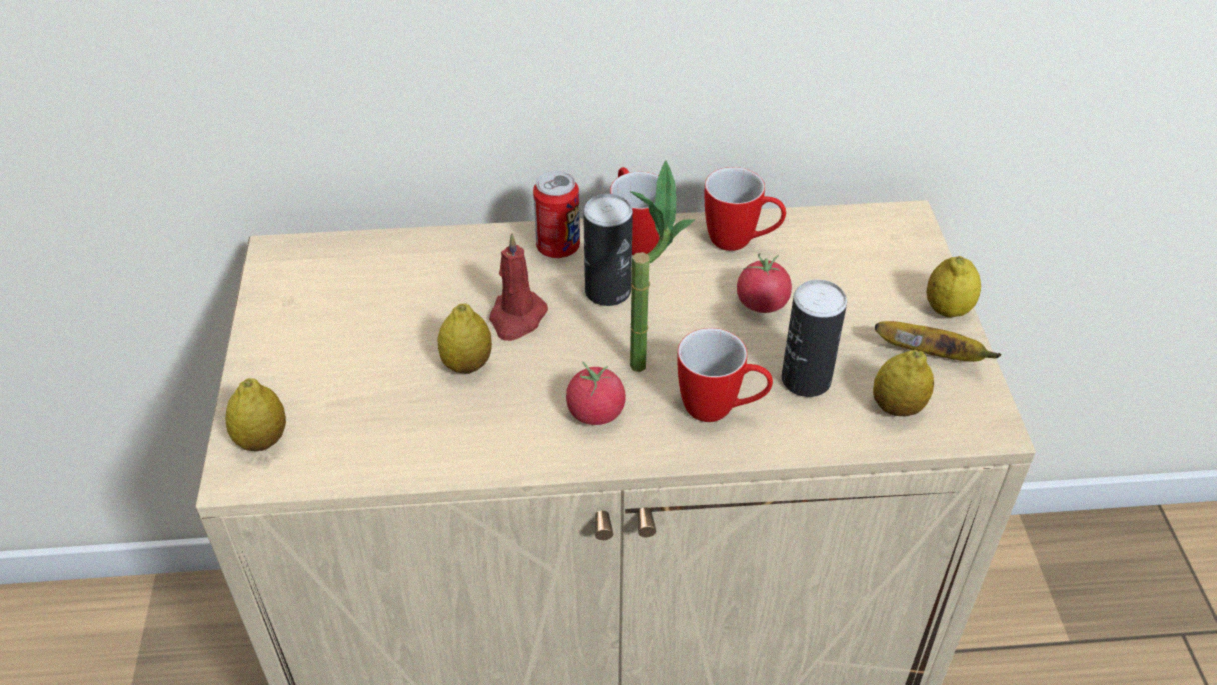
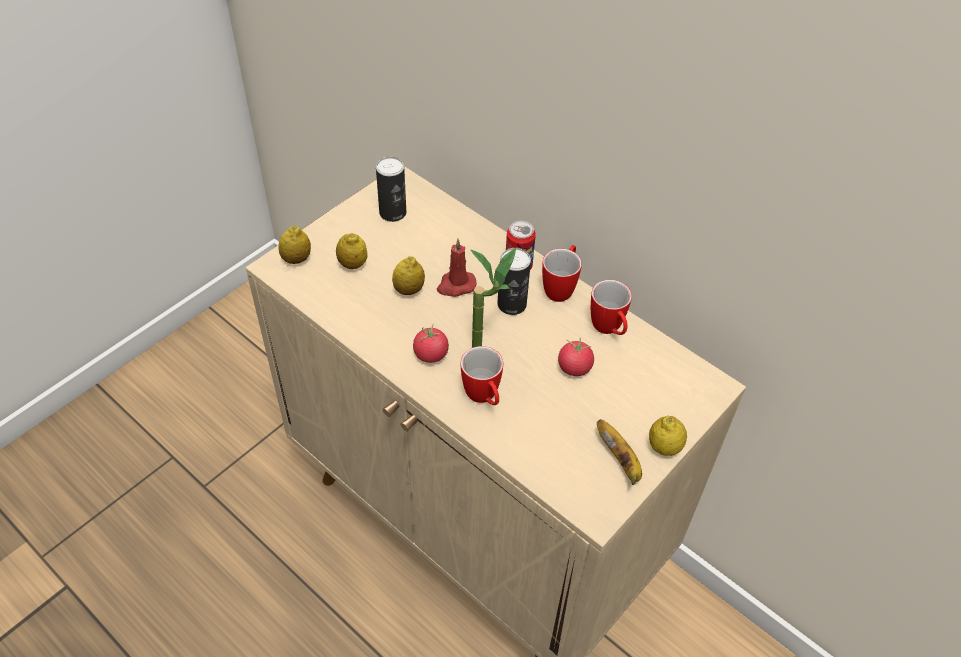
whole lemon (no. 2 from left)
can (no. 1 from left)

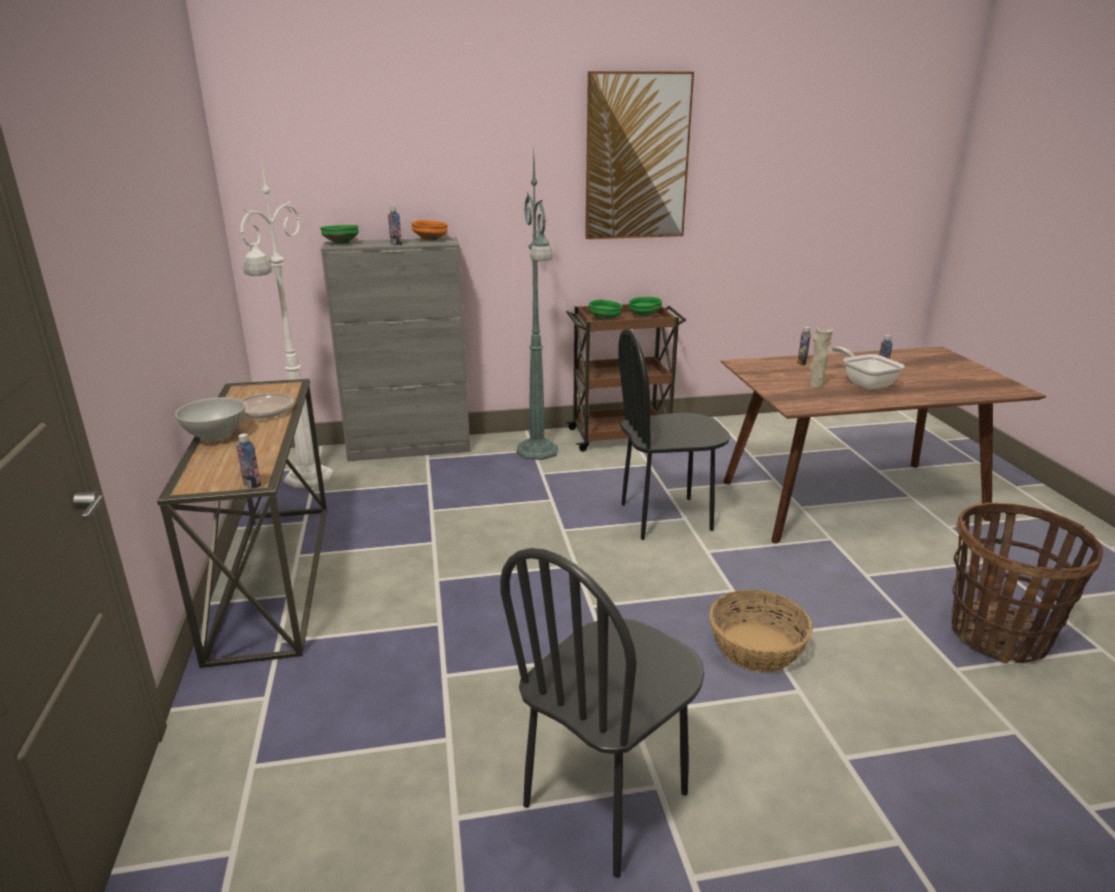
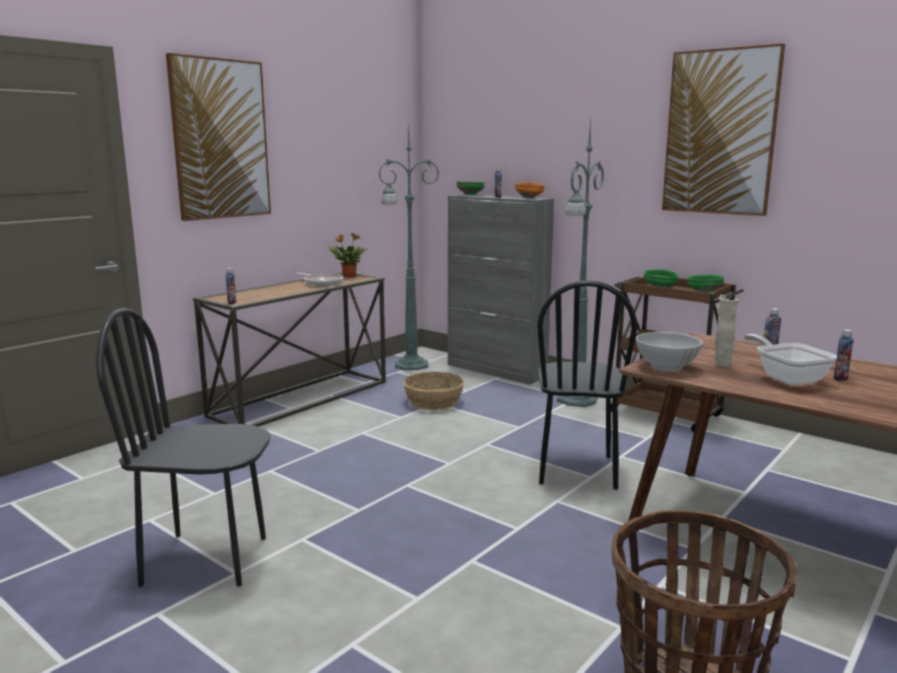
wall art (no. 1 from left)
potted plant
green-coloured floor lamp (no. 1 from left)
basket (no. 1 from left)
black-coloured chair (no. 2 from left)
white deep dish
frying pan (no. 2 from left)

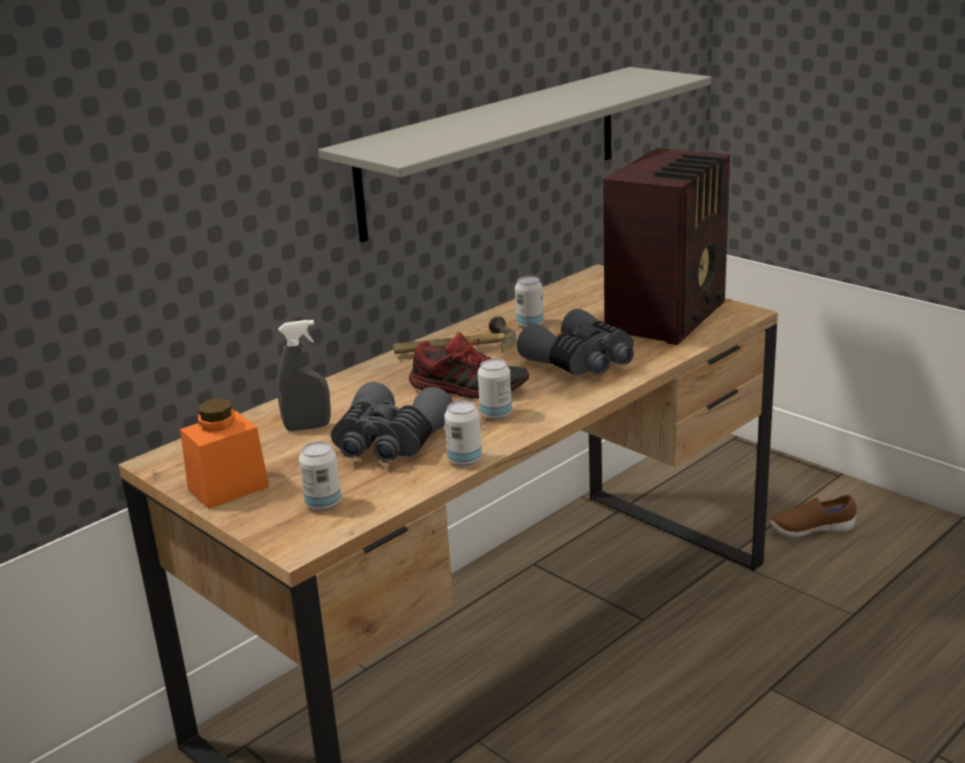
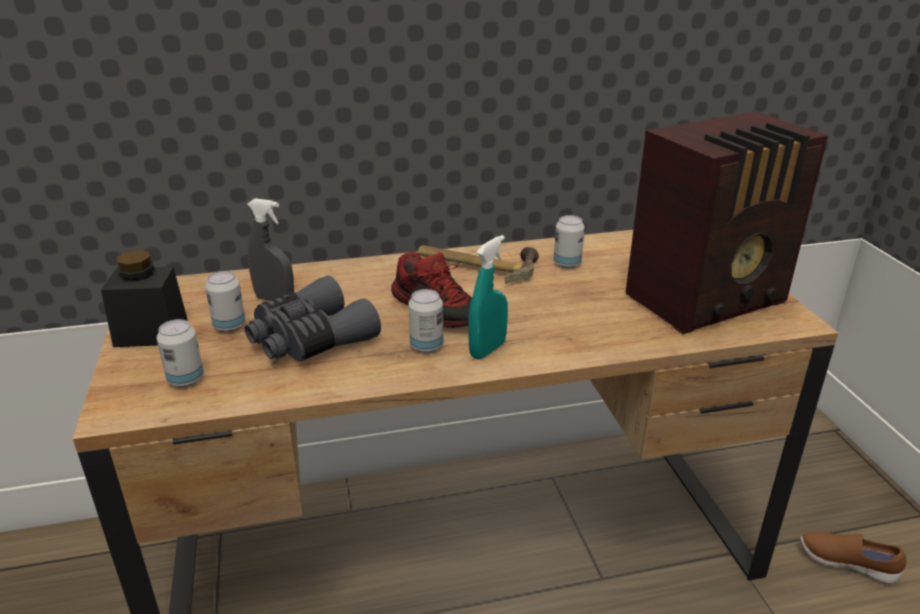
black-coloured preserve jar
can (no. 2 from left)
turquoise spray bottle
gray shelf
gray field glasses (no. 2 from left in the first image)

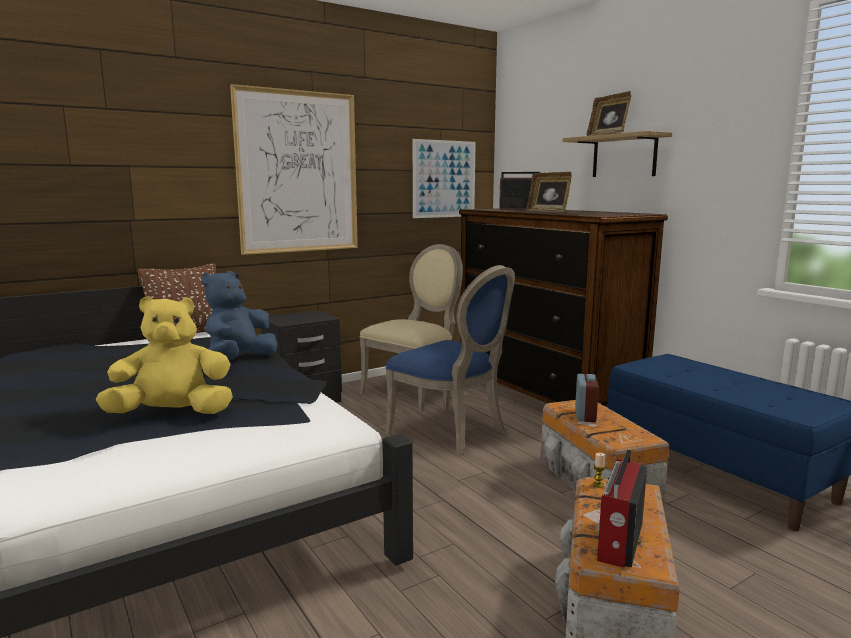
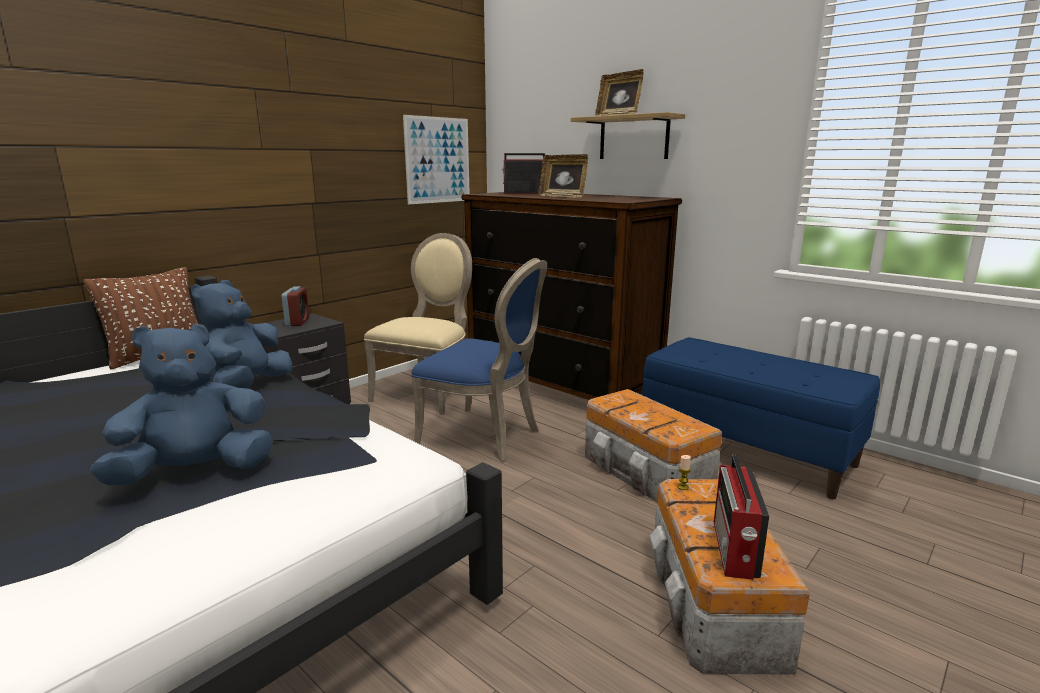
bluish plush toy (no. 1 from left)
alarm clock
wall art (no. 1 from left in the first image)

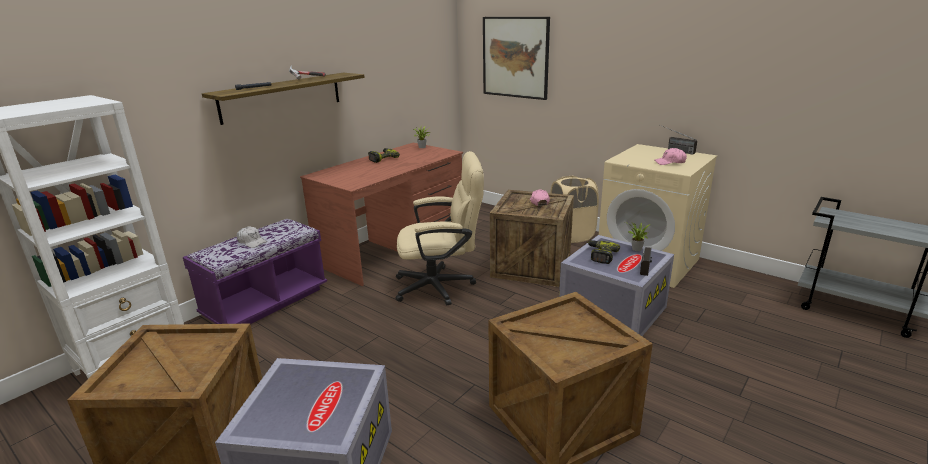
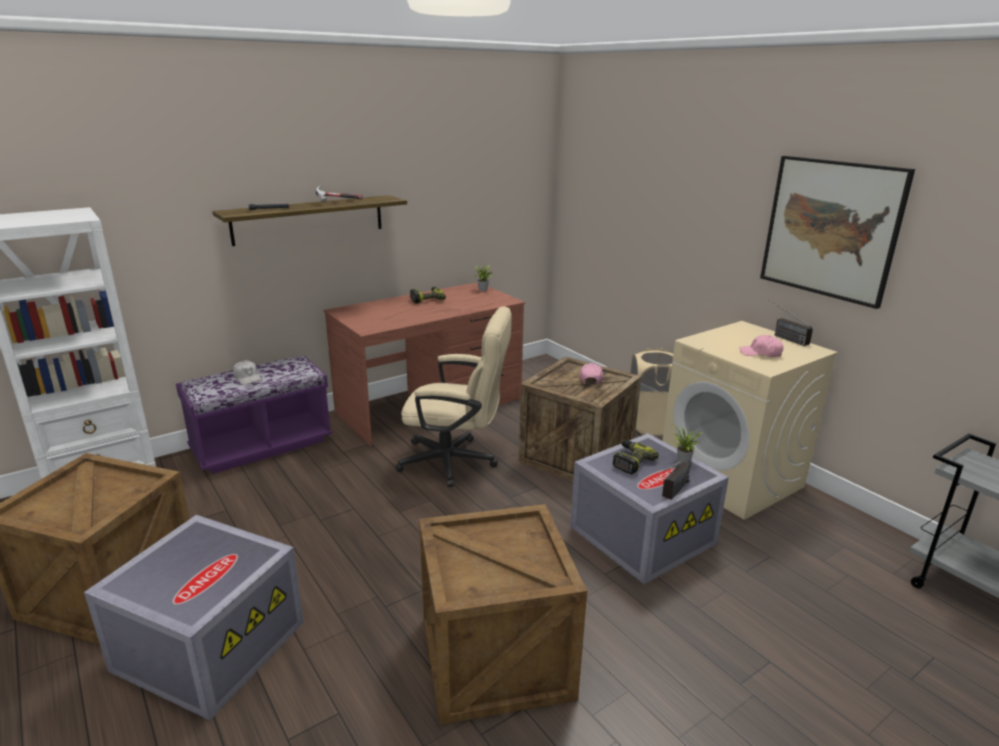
wall art

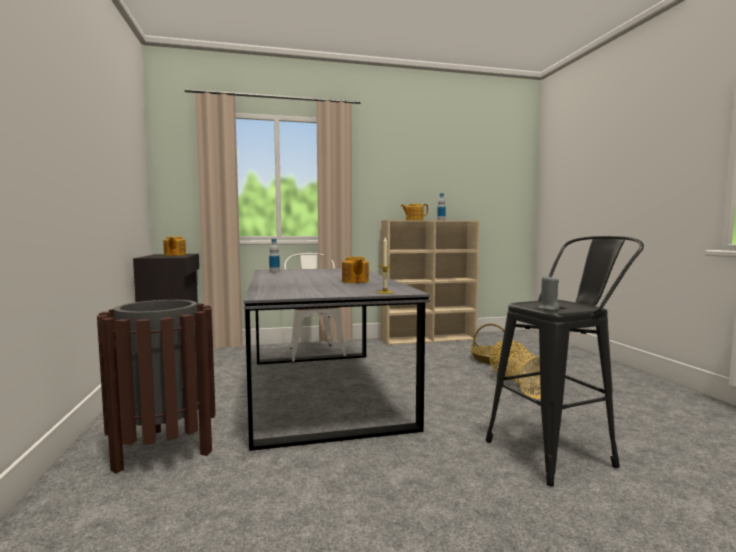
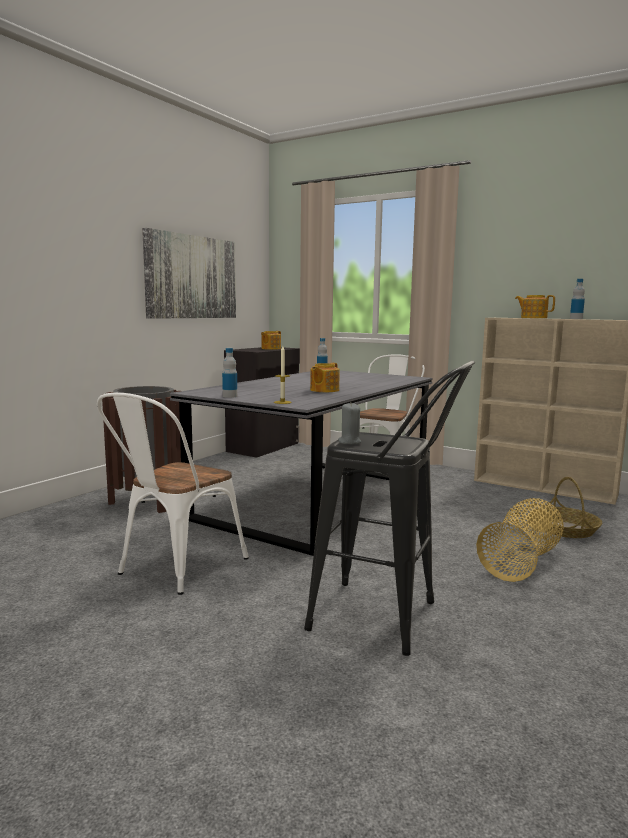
white chair (no. 1 from left)
wall art
bottle (no. 1 from left)

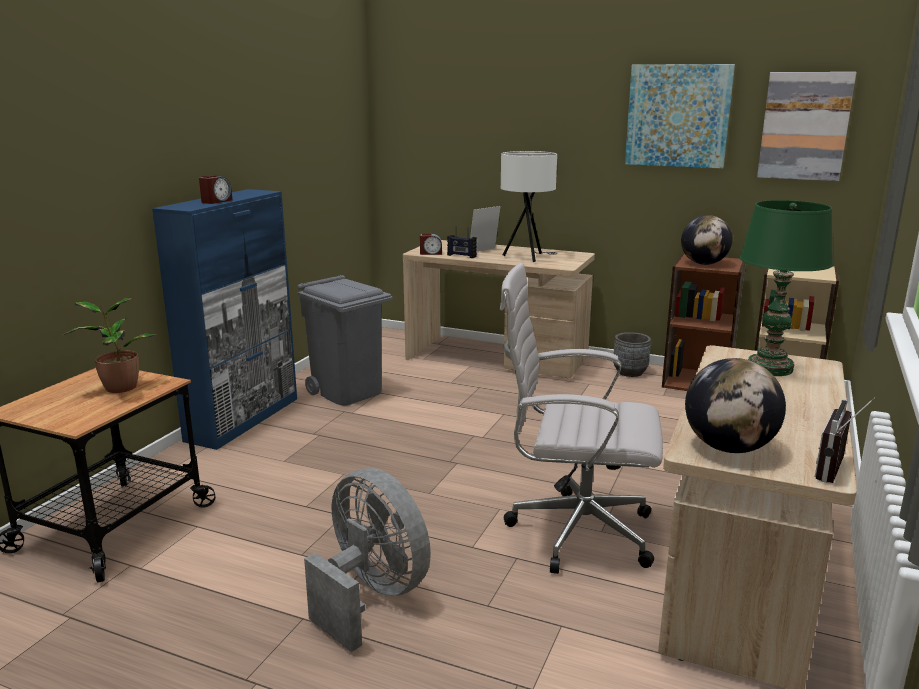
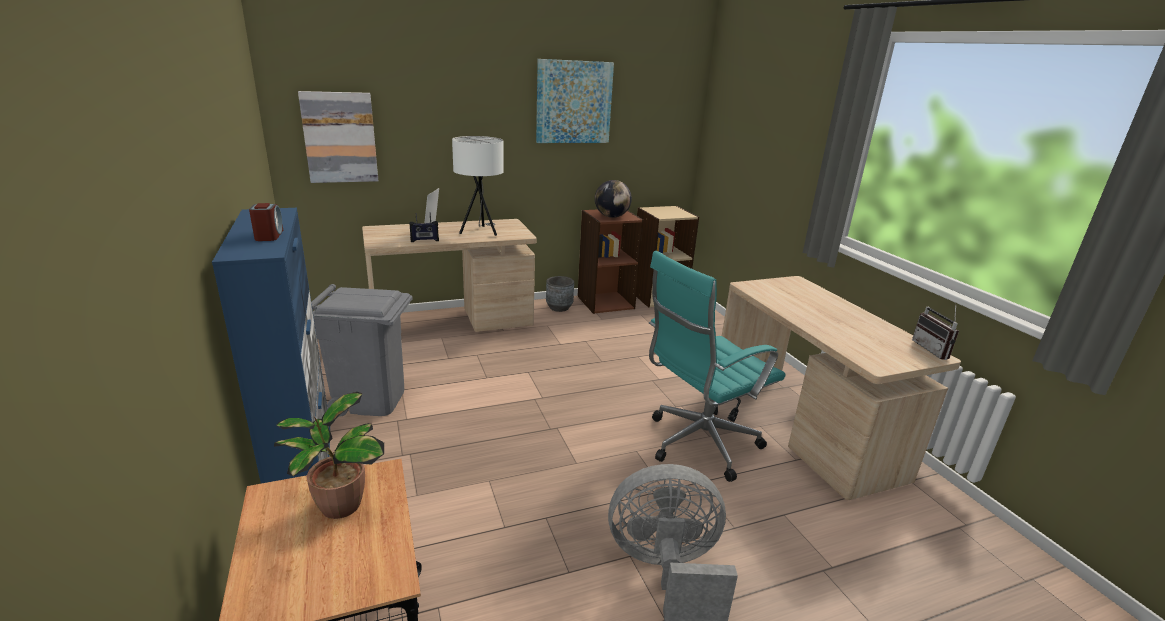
wall art (no. 1 from left)
turquoise desk chair
alarm clock (no. 2 from left in the first image)
desk globe (no. 2 from left in the first image)
green-coloured lamp for a table

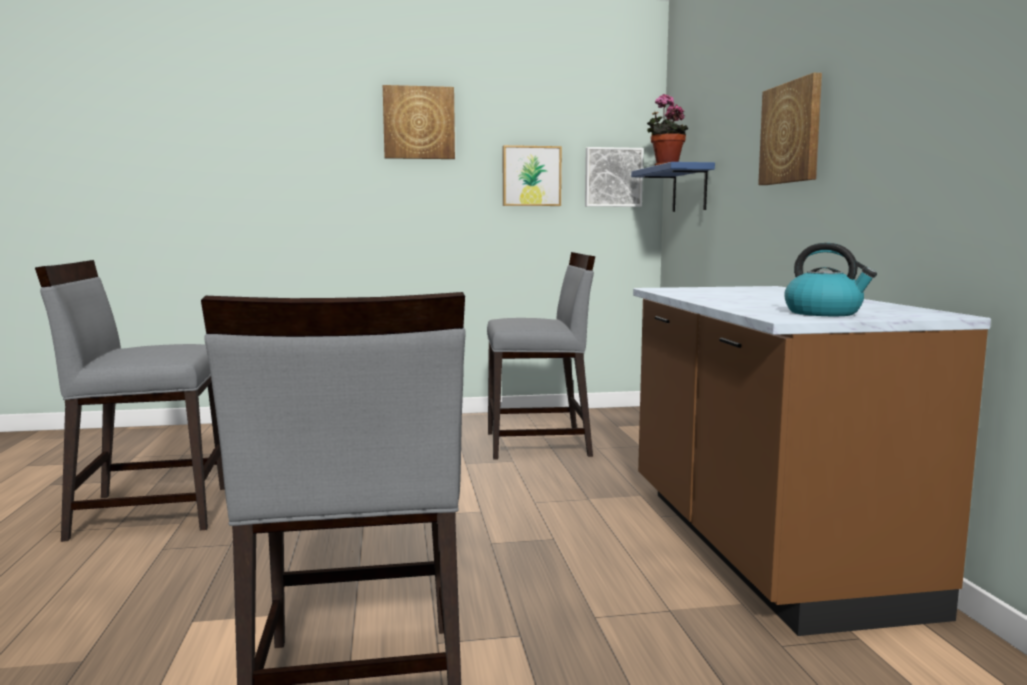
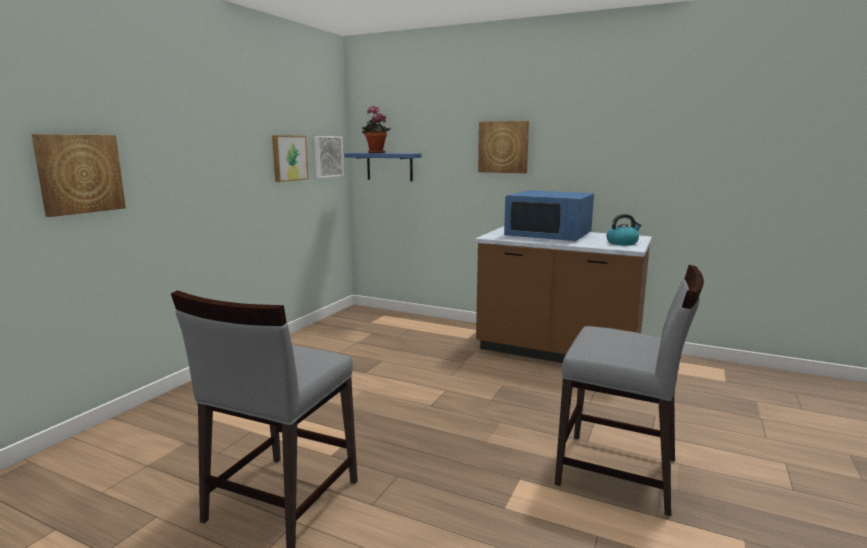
wall art (no. 1 from left)
bluish kitchen microwave
gray chair (no. 3 from left in the first image)

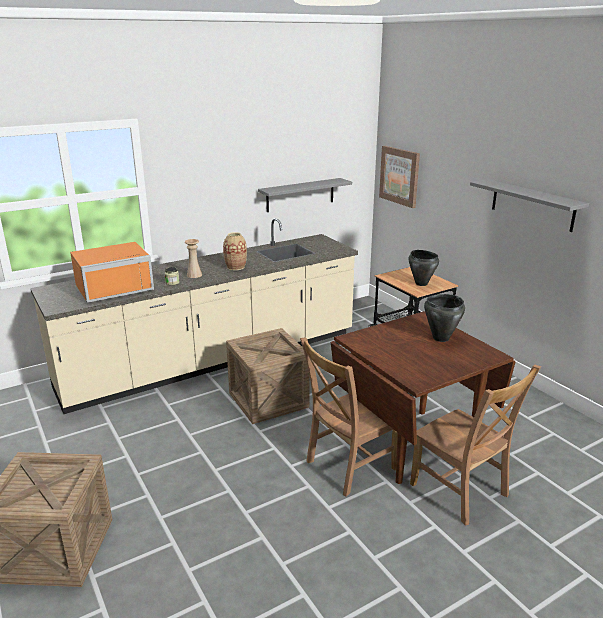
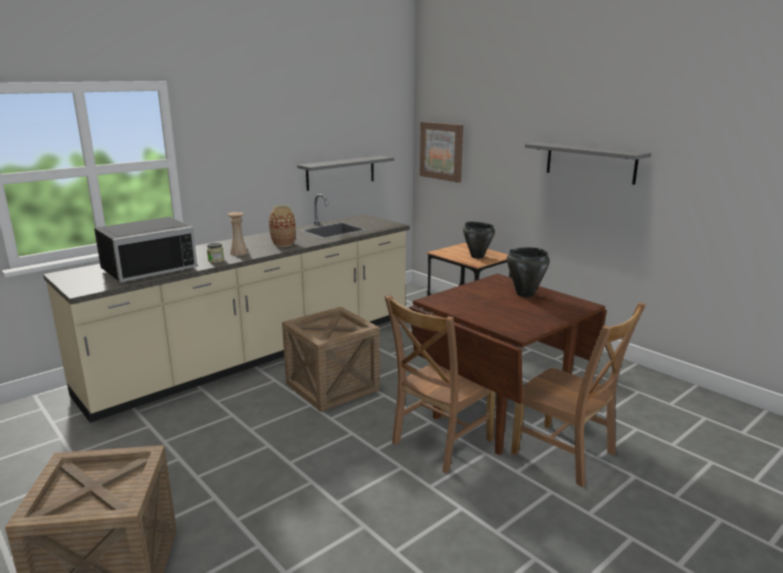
black-coloured kitchen microwave

